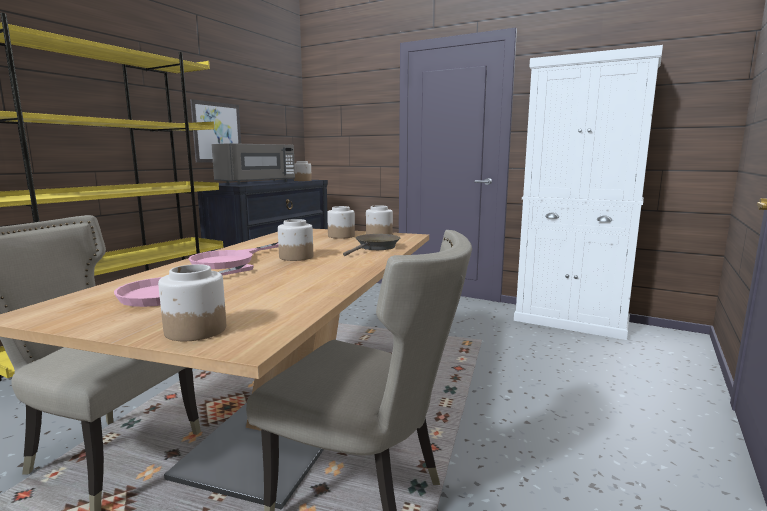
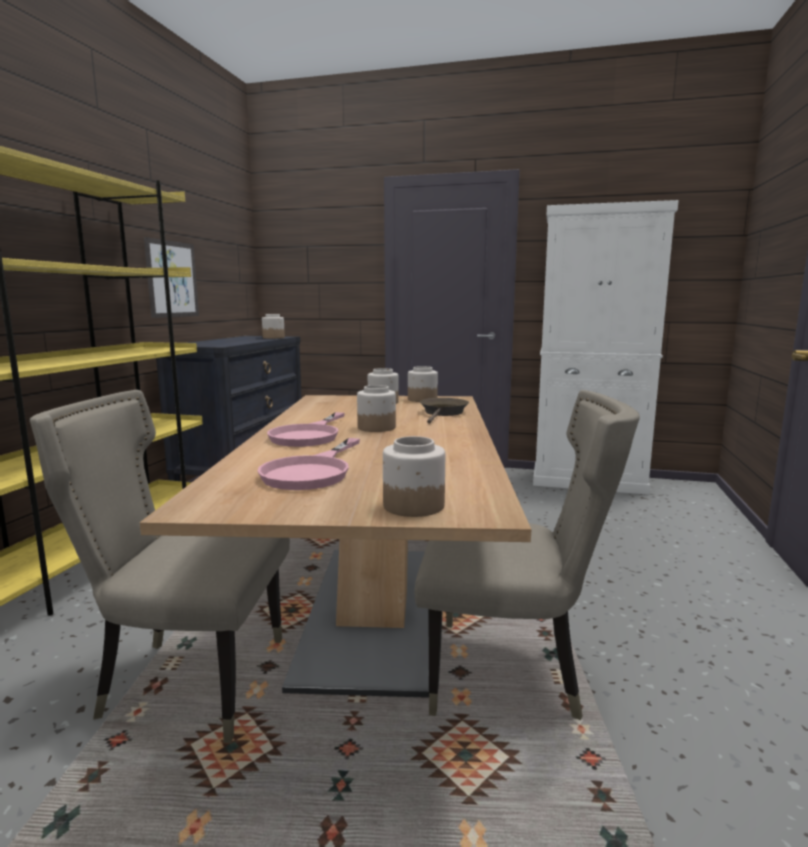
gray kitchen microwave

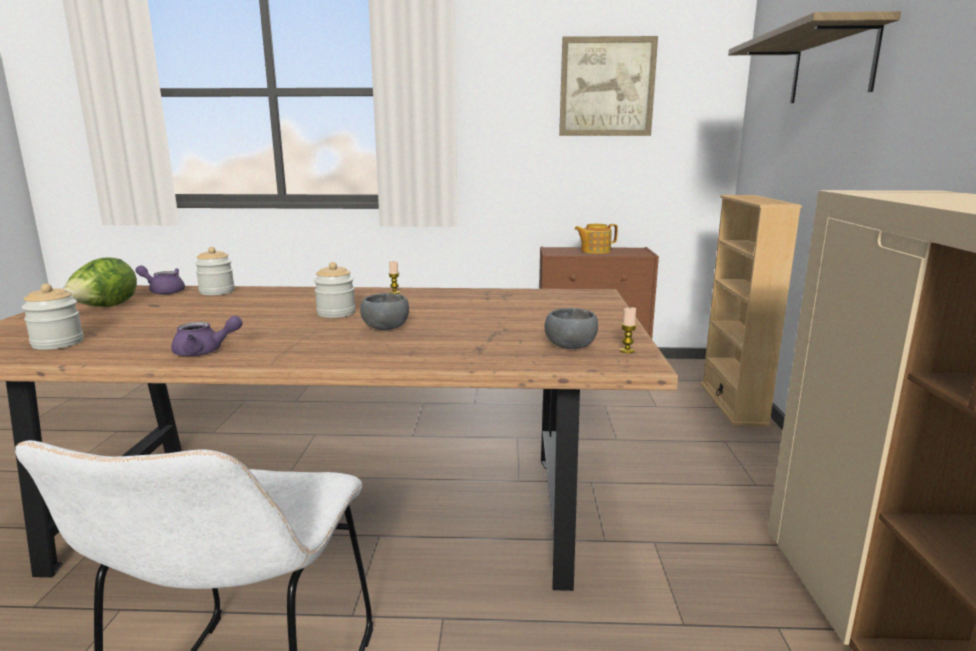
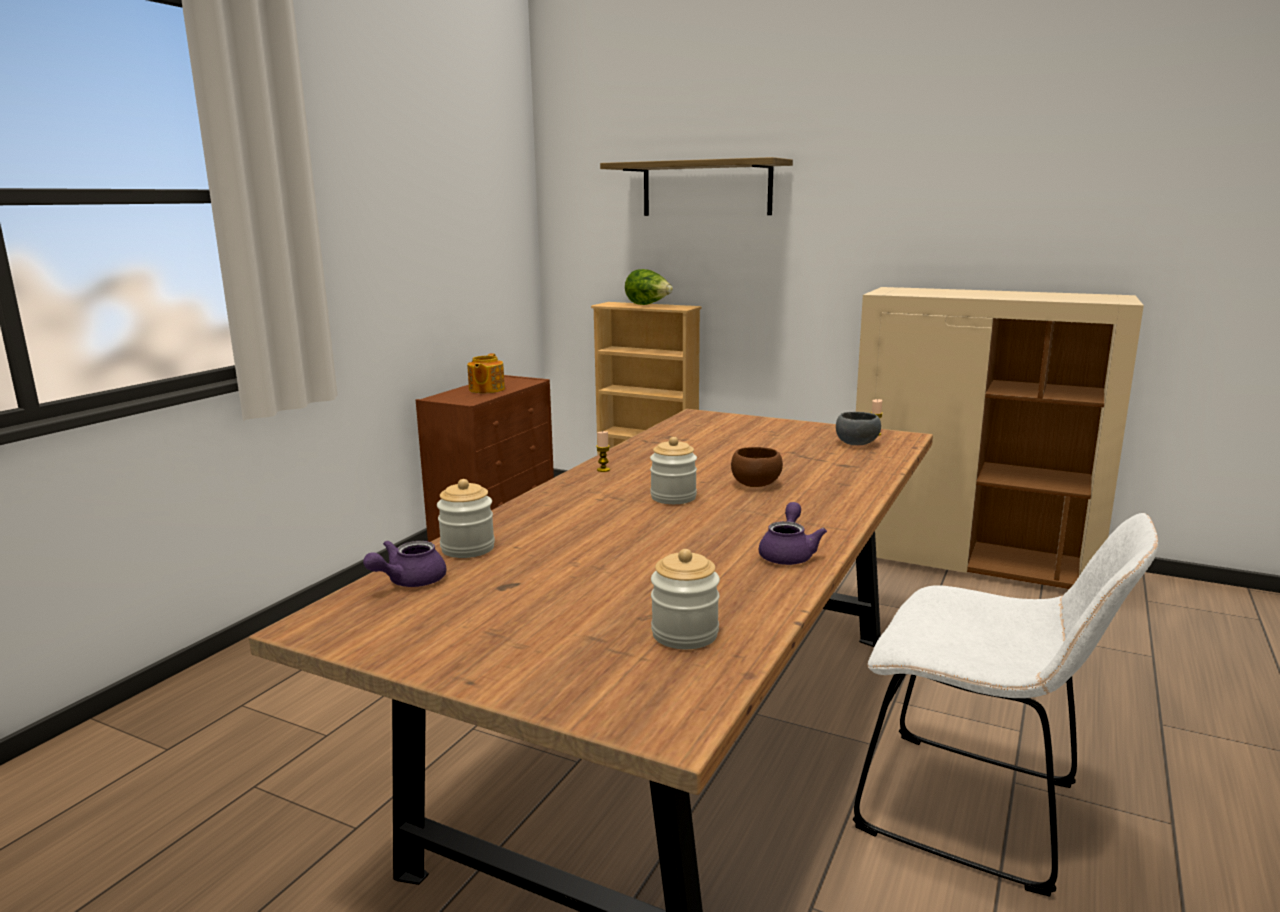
lettuce head
brownish deep dish
wall art

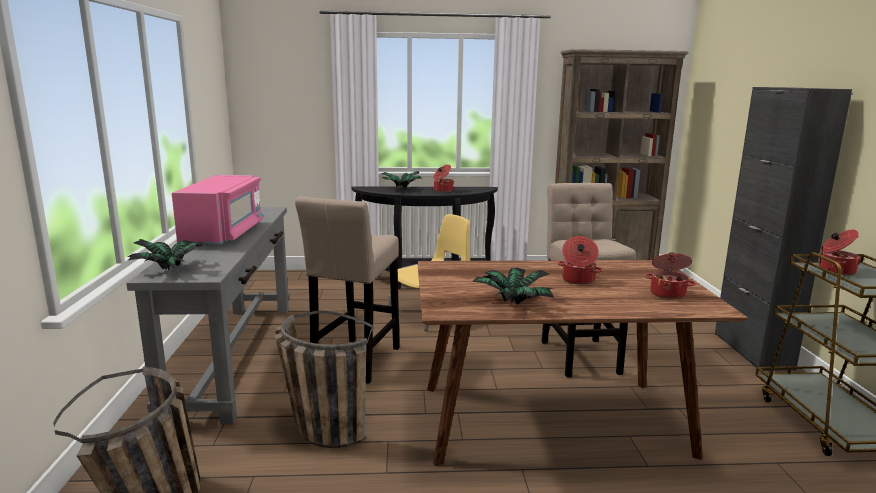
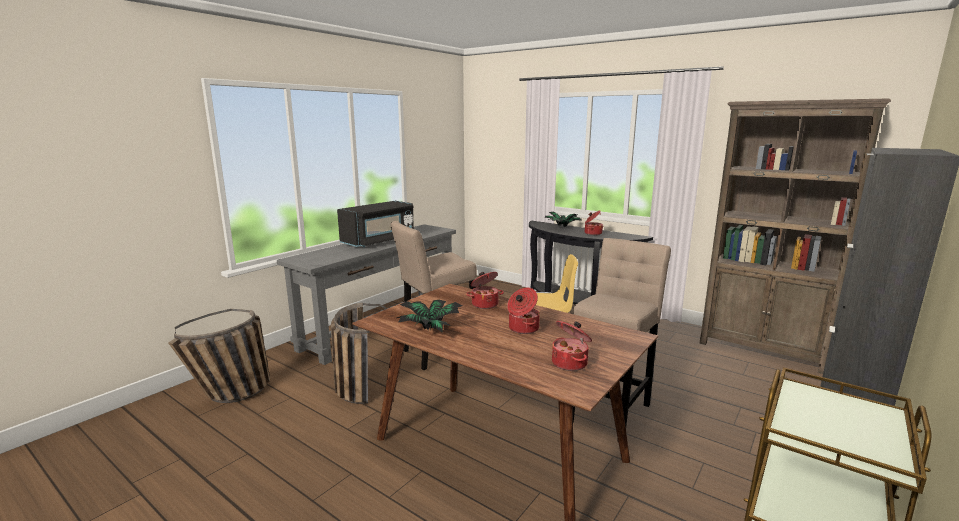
black-coloured kitchen microwave
stockpot (no. 1 from left)
potted plant (no. 1 from left in the first image)

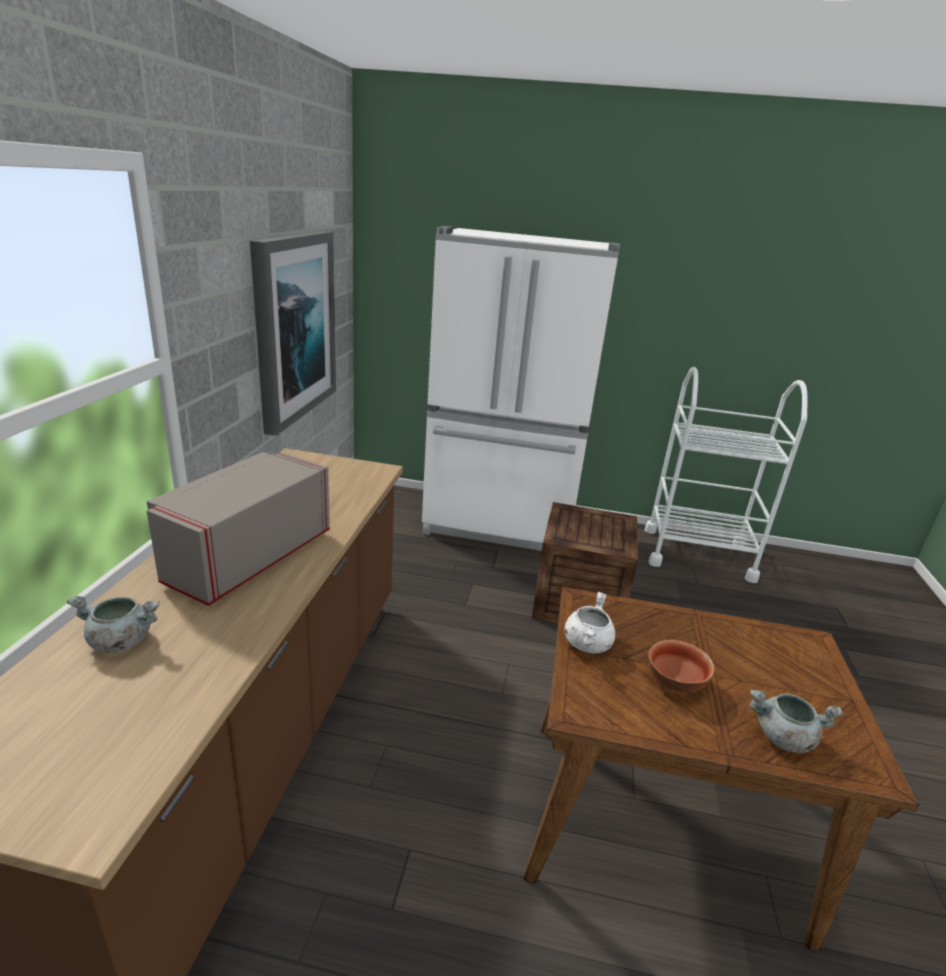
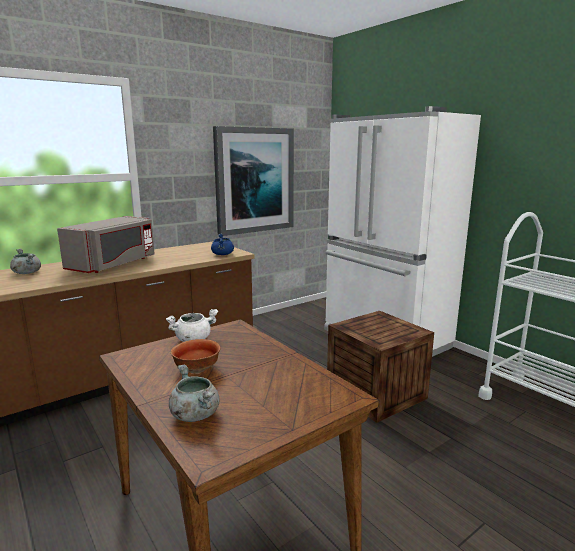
gray kitchen microwave
bluish stockpot

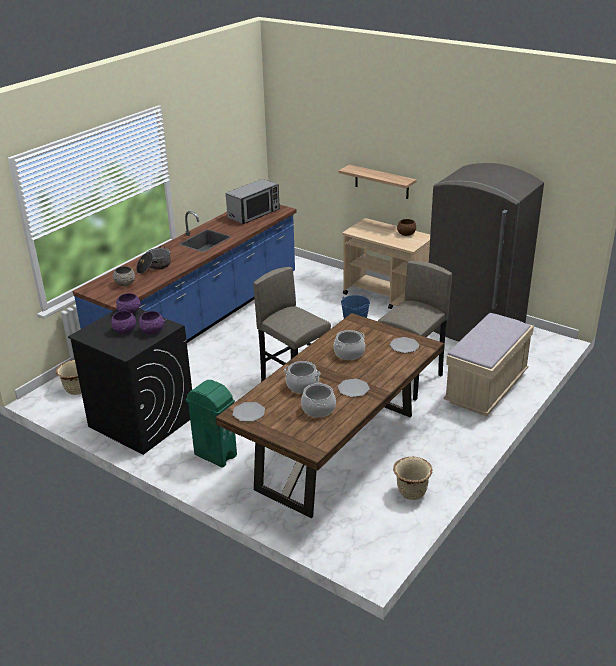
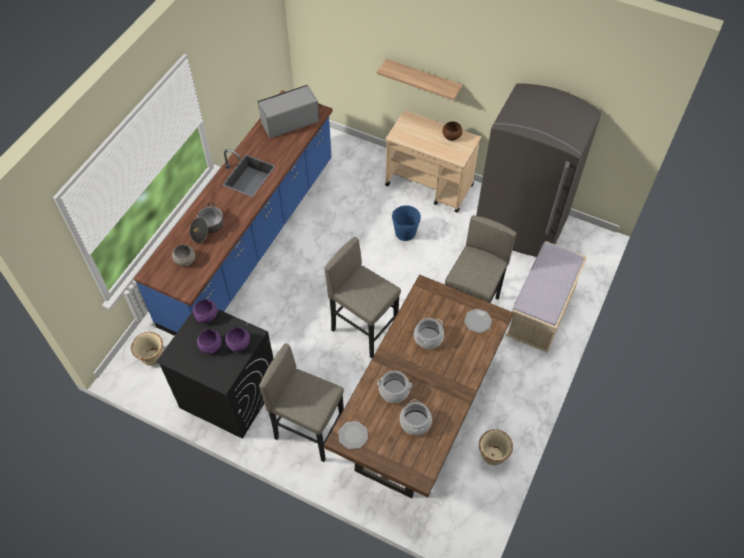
kitchen microwave
gray stool (no. 1 from left)
flat dish (no. 2 from left in the first image)

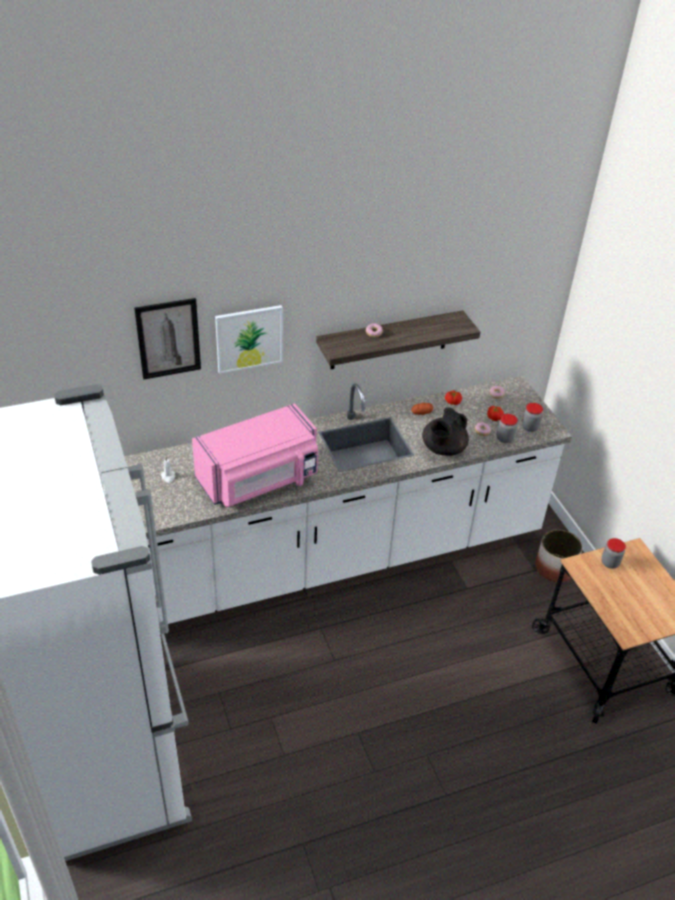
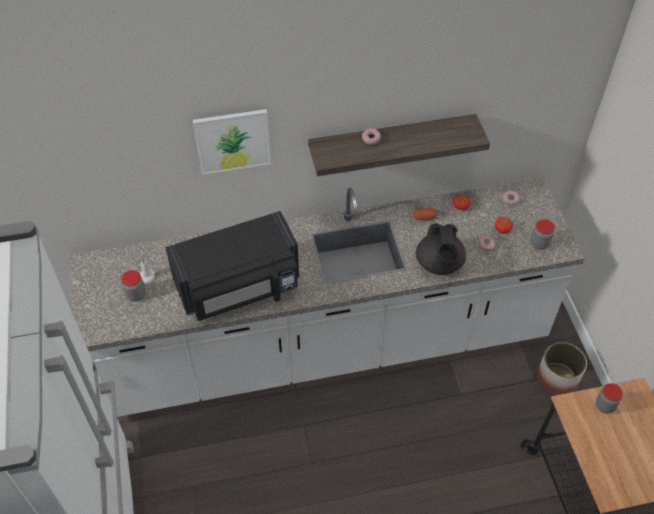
preserve jar (no. 1 from left)
black-coloured kitchen microwave
black-coloured teapot
wall art (no. 1 from left in the first image)

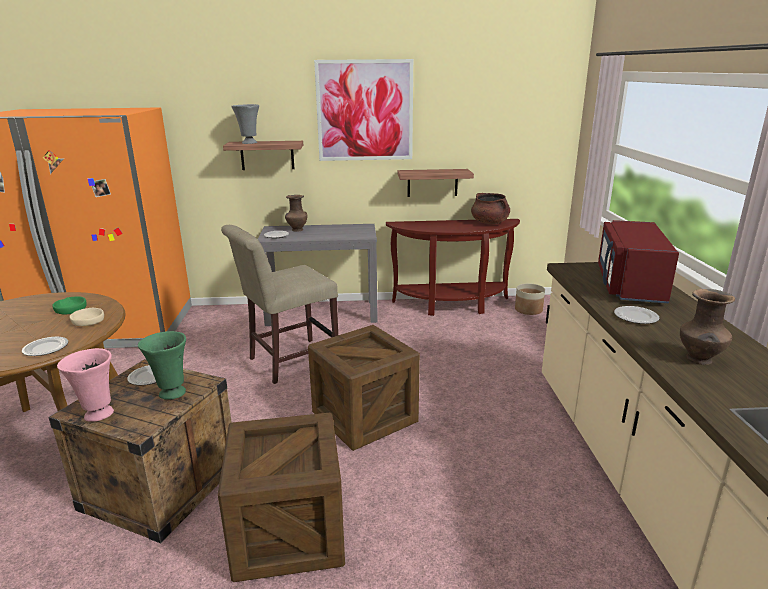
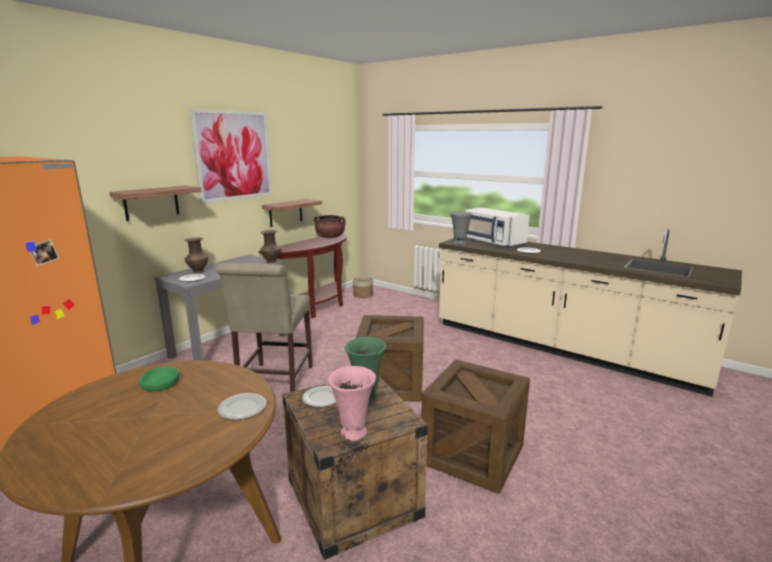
brownish vase (no. 2 from left)
gray vase
white kitchen microwave
beige deep dish

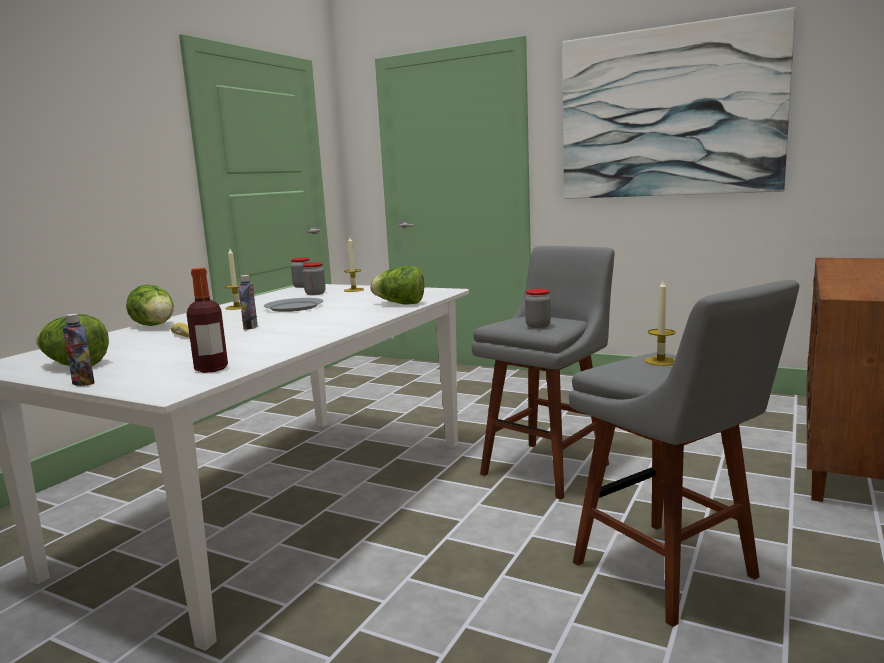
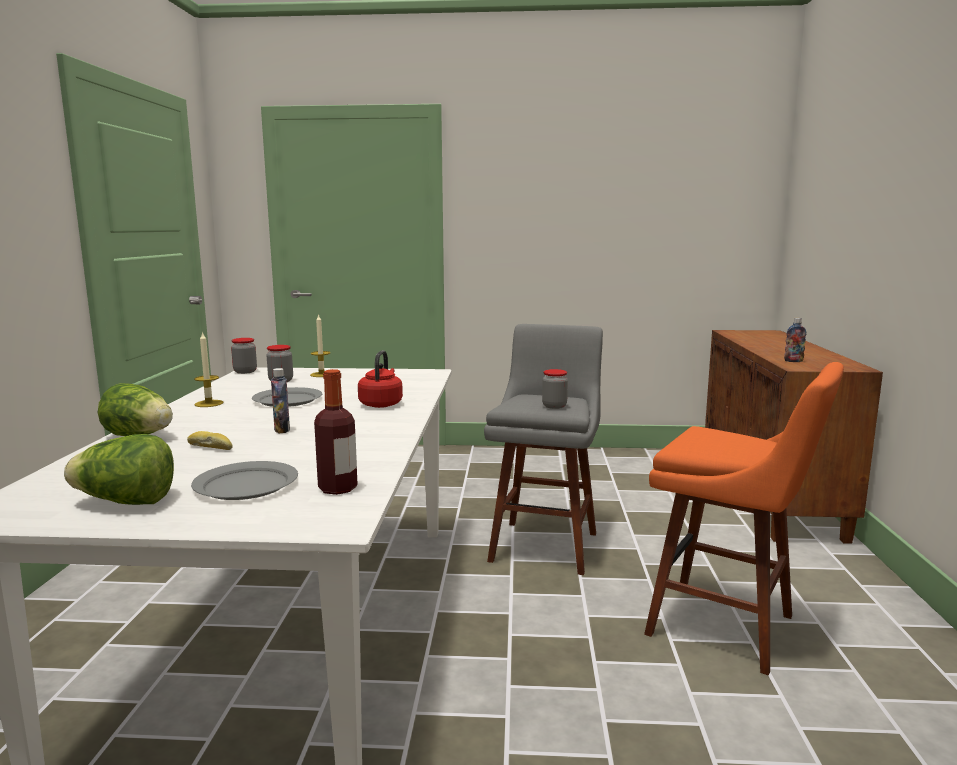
gray flat dish (no. 1 from left)
red-coloured kettle
orangey stool
bottle (no. 3 from left)
lettuce head (no. 3 from left in the first image)
wall art
candle (no. 3 from left in the first image)

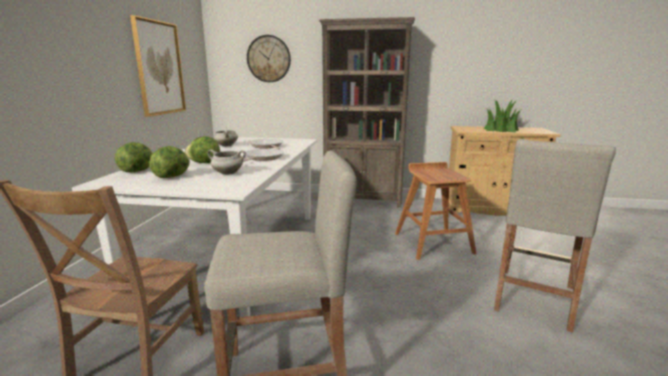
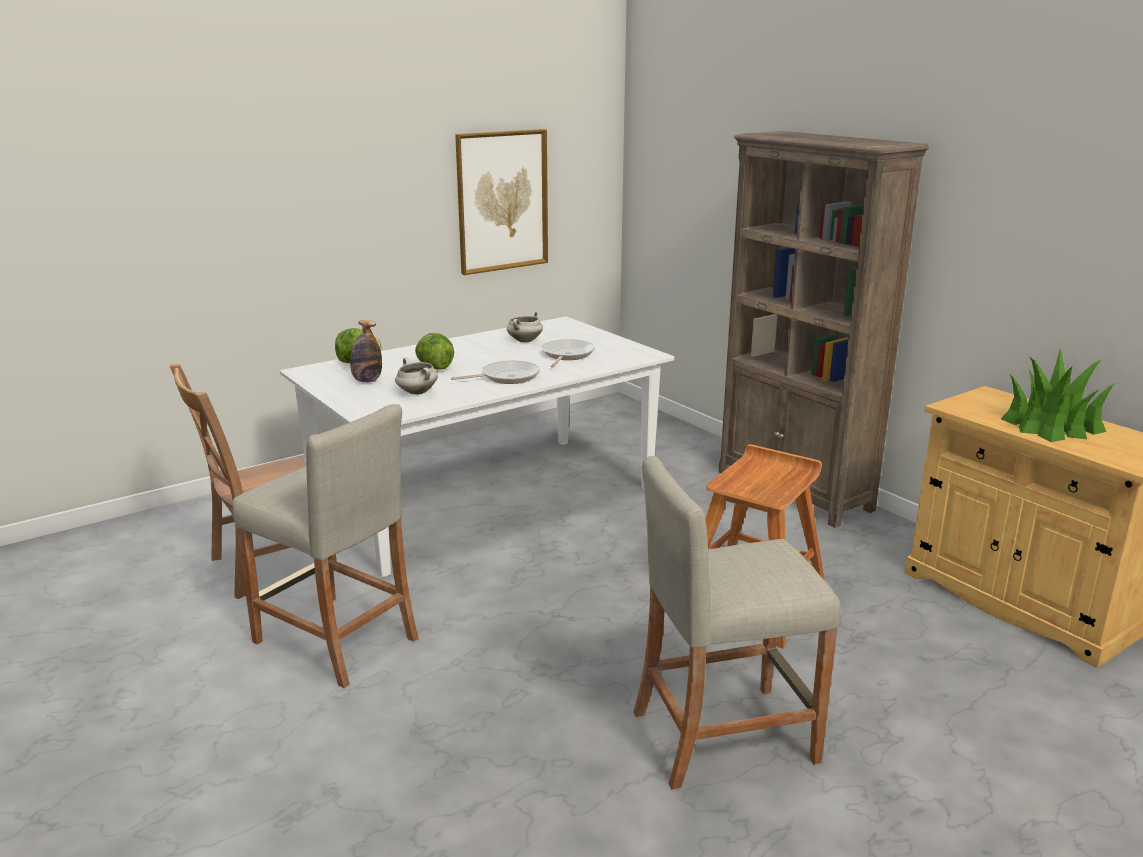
bottle
hanging clock

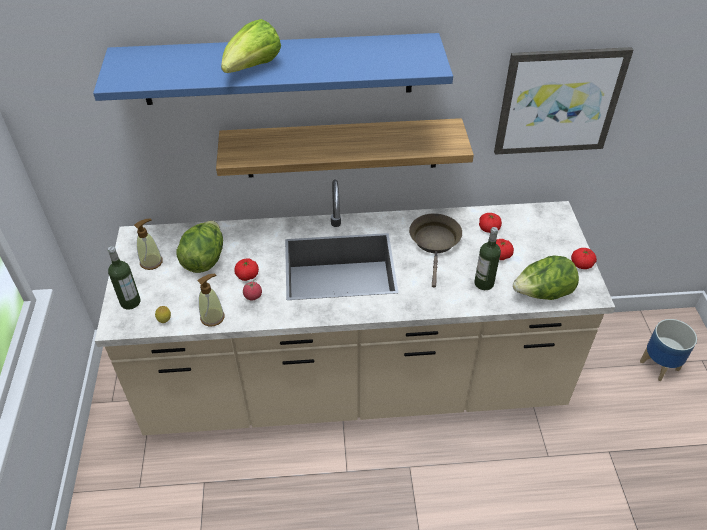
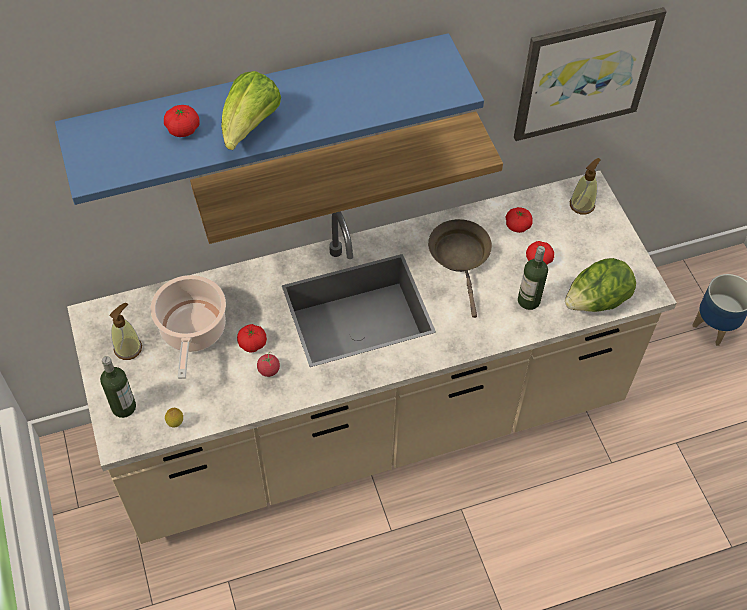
stockpot
whole tomato (no. 1 from left)
soap bottle (no. 2 from left)

